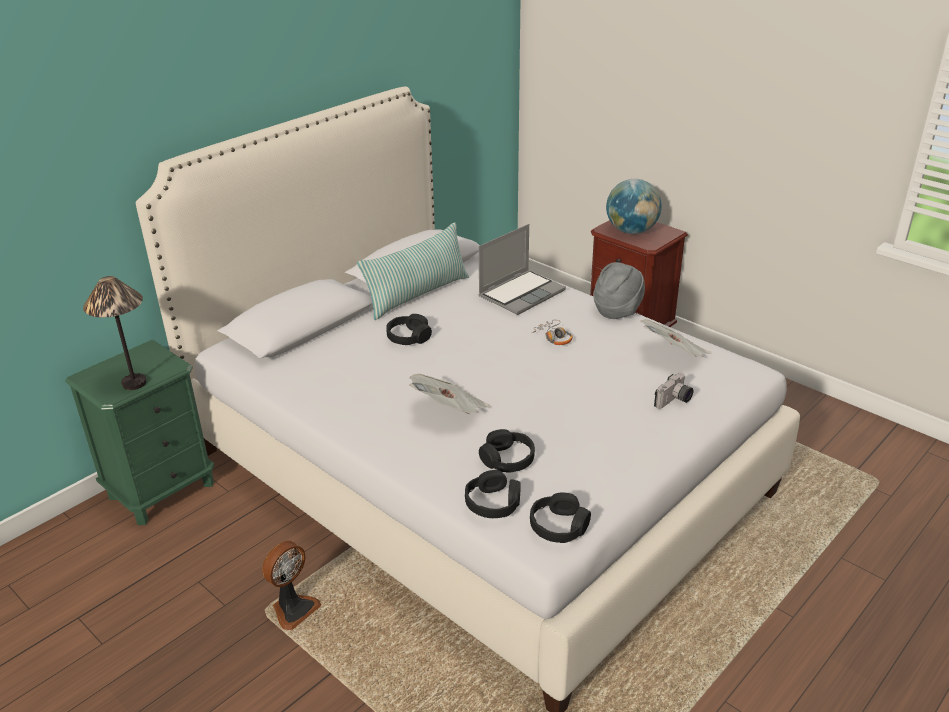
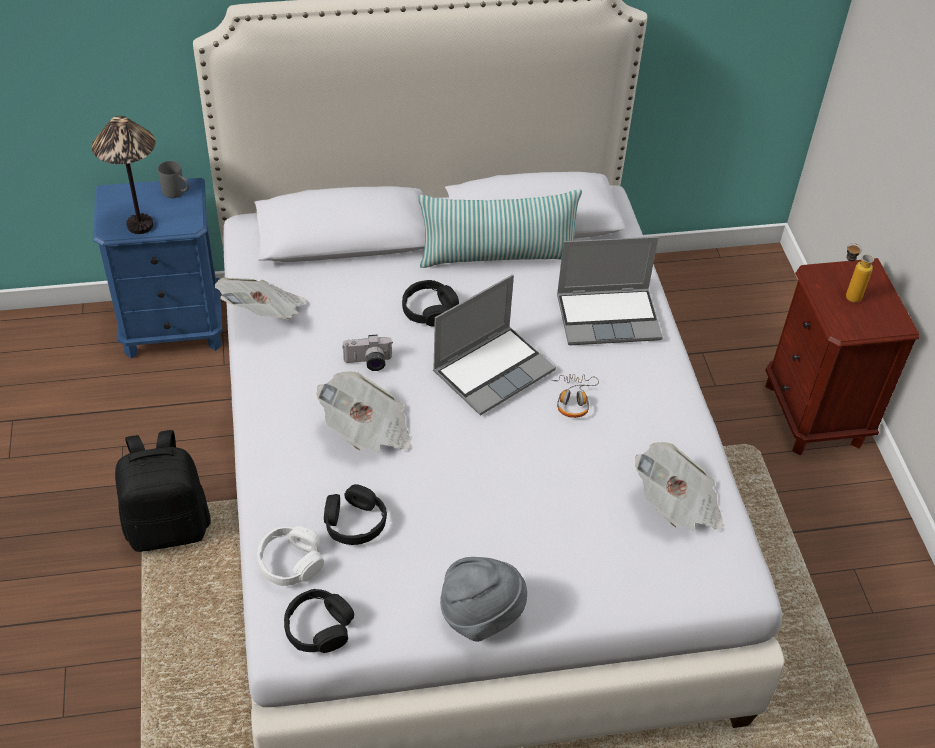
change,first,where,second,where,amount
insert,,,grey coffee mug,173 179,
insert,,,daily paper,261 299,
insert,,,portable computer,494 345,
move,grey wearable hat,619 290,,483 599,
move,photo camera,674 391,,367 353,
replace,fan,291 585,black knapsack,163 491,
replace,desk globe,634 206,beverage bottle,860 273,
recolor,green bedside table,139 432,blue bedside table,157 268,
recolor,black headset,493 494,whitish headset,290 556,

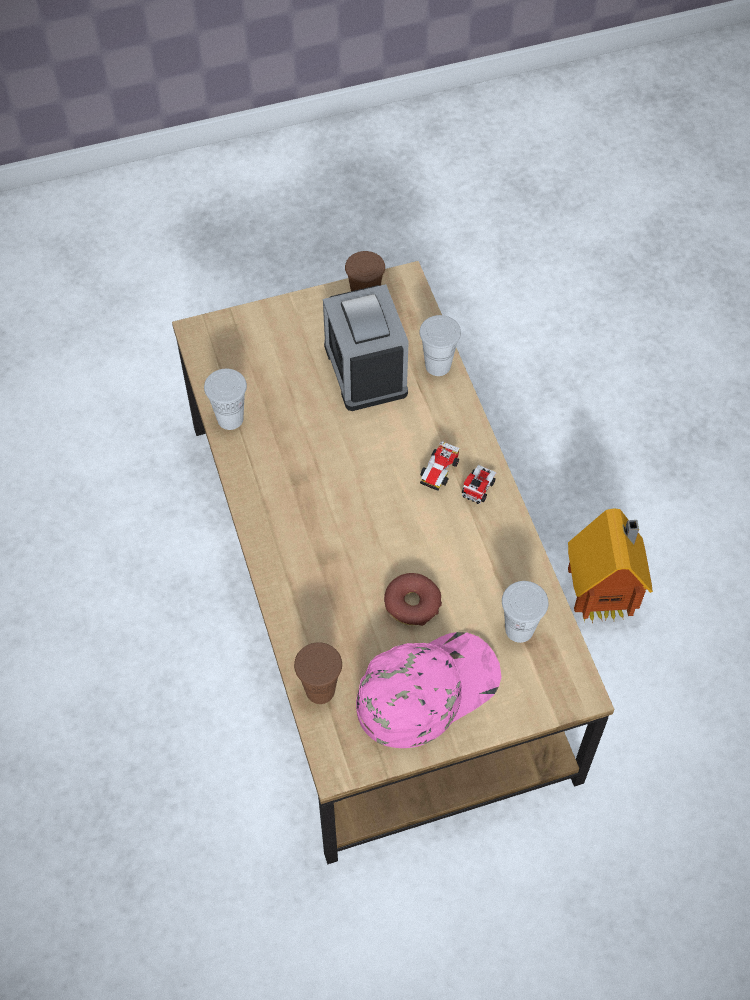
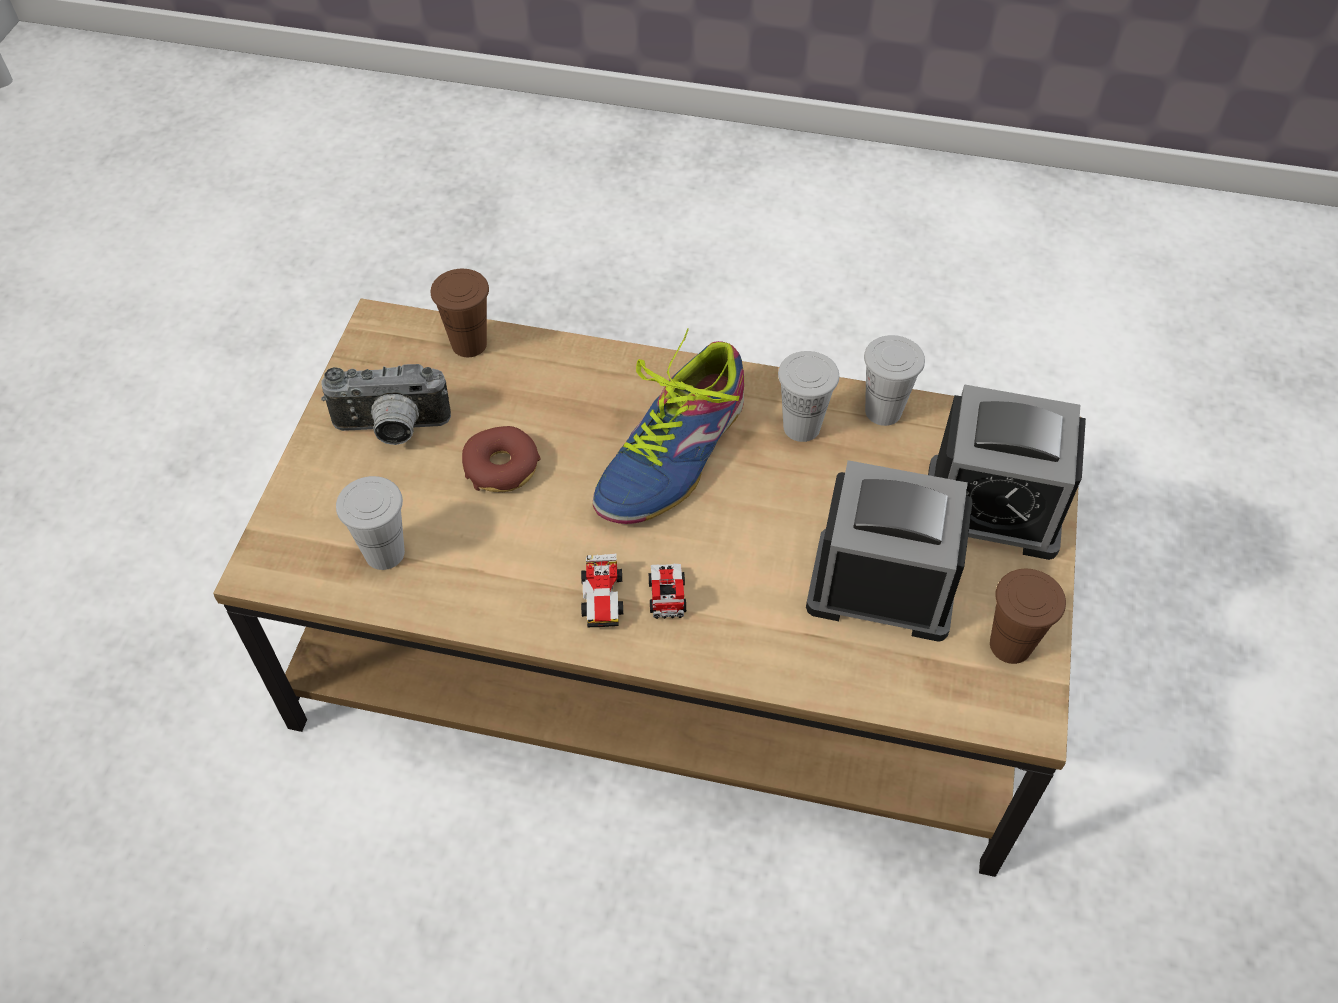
change,first,where,second,where,amount
delete,toy house,610 566,,,
insert,,,shoe,668 426,
insert,,,bedside clock,1007 472,
move,whitish cup,440 345,,808 396,
replace,pink peaked cap,429 690,photo camera,386 404,
rotate,model car,458 472,,633 590,150 degrees counterclockwise

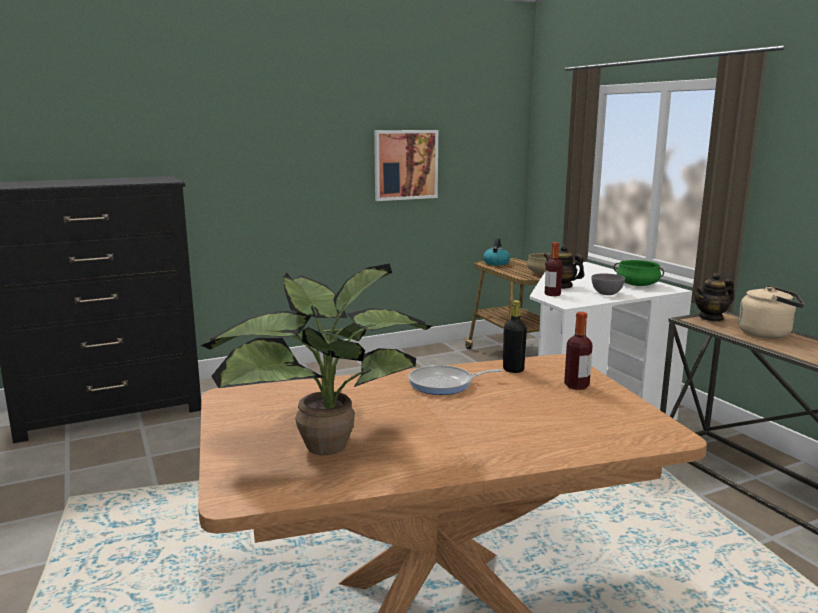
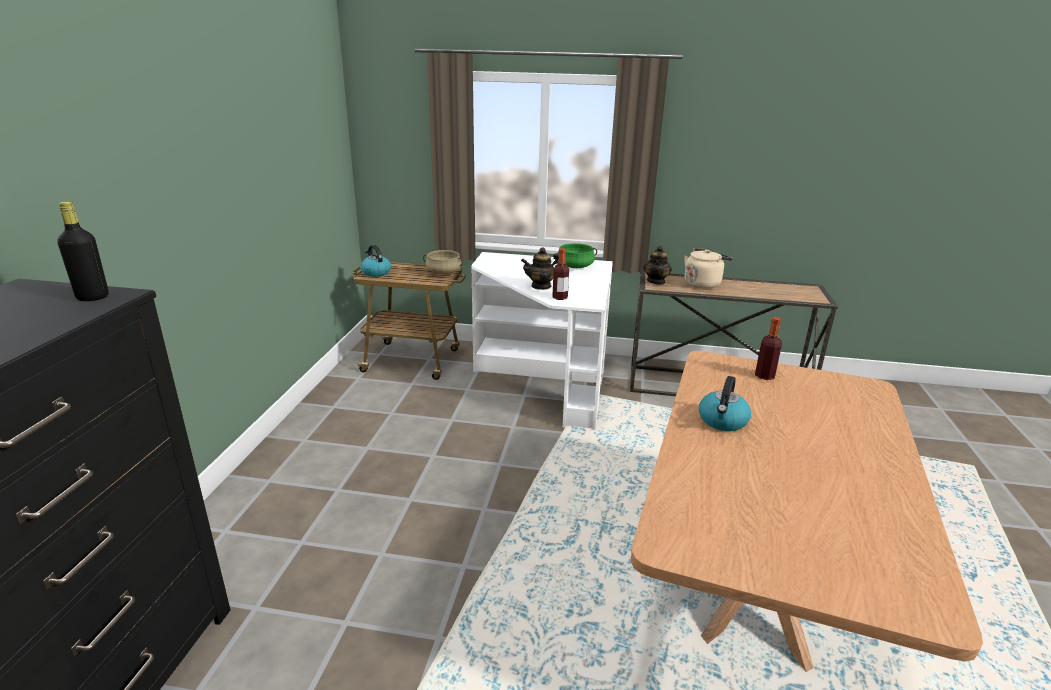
change,first,where,second,where,amount
delete,potted plant,316 359,,,
delete,picture,406 165,,,
delete,grey deep dish,608 284,,,
move,black beverage bottle,515 336,,83 251,
replace,frying pan,455 380,water kettle,725 403,

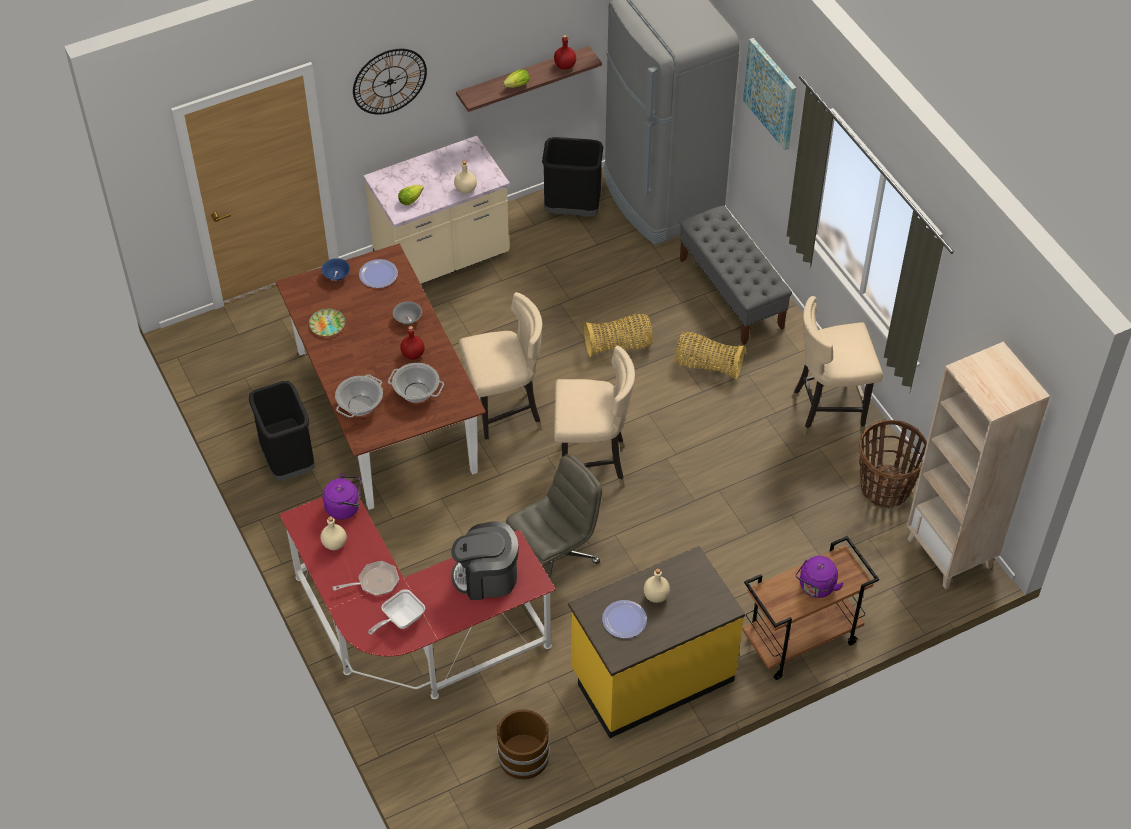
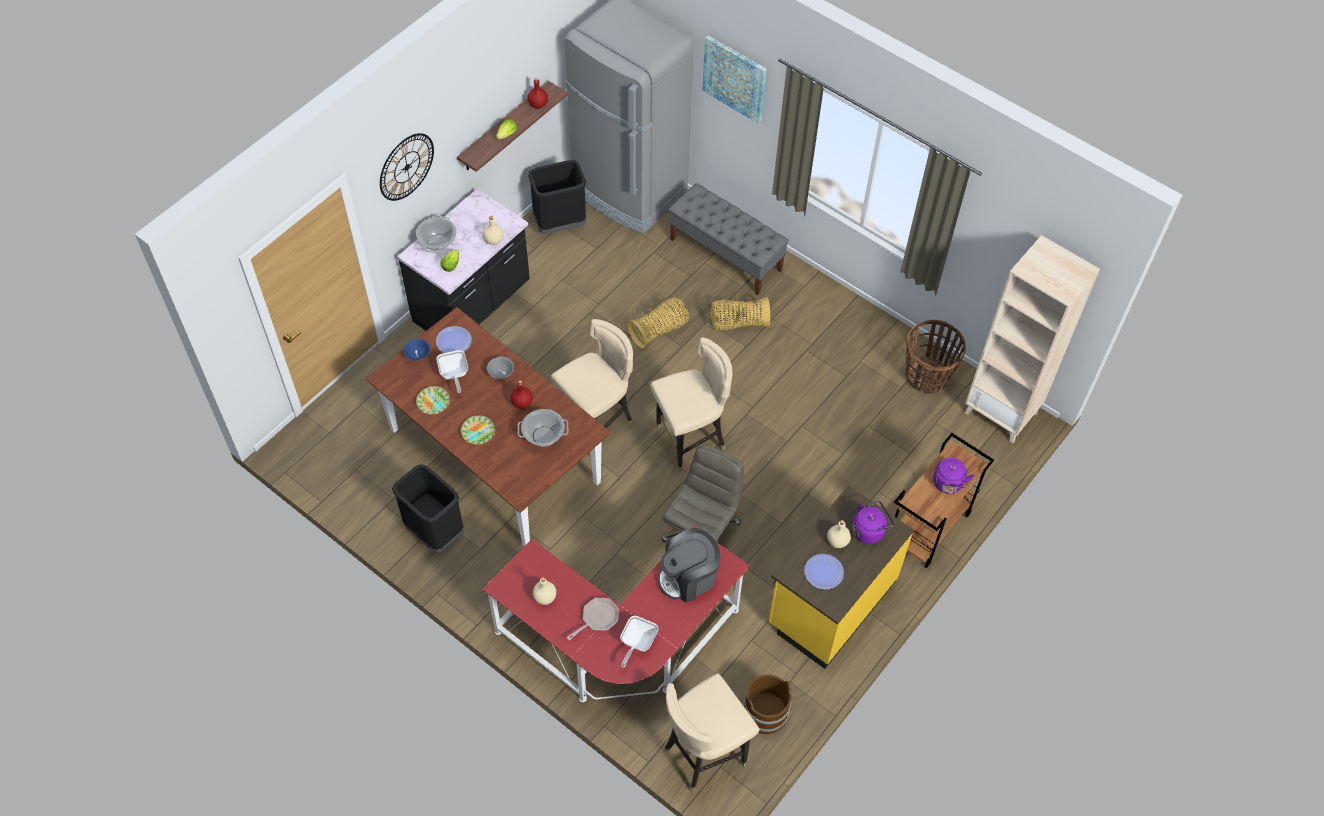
change,first,where,second,where,amount
insert,,,frying pan,452 371,
insert,,,plate,478 429,
move,purple-coloured water kettle,342 496,,873 522,
move,saucepot,359 396,,436 234,
move,beige plain chair,837 366,,711 733,
recolor,beige kitchen base unit,436 210,black kitchen base unit,463 260,

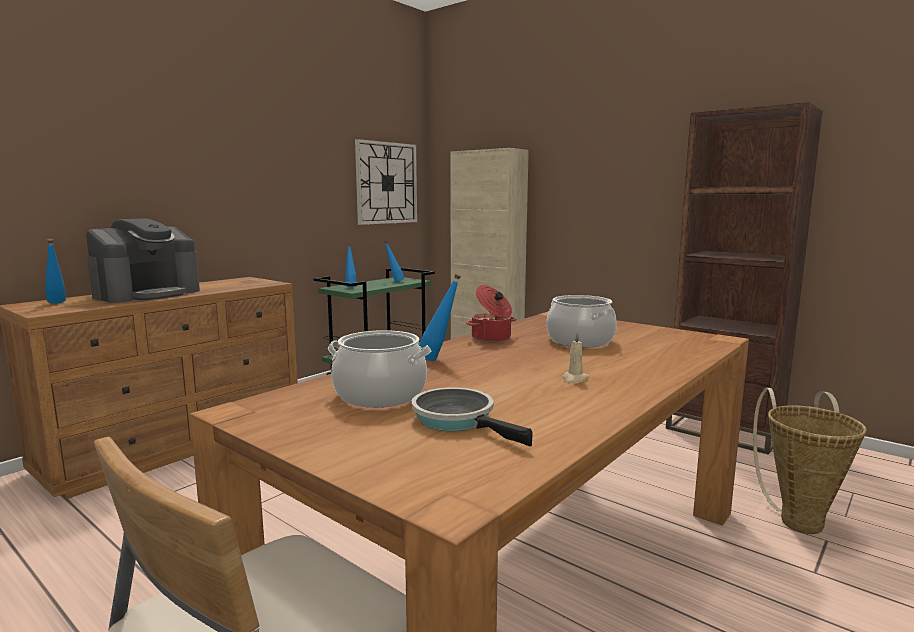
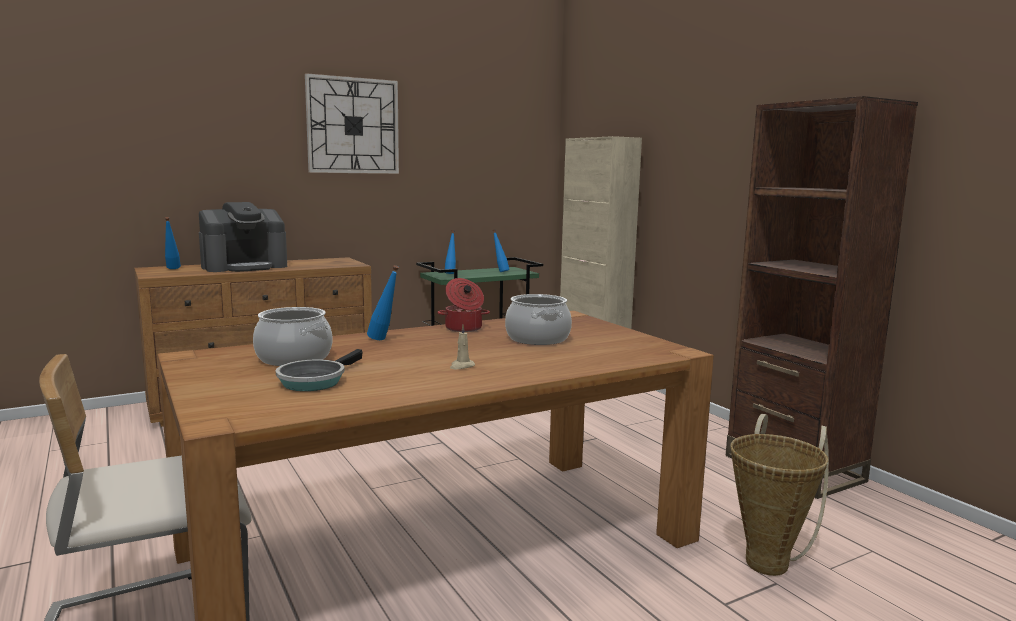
change,first,where,second,where,amount
move,clock on the wall,386 182,,352 123,
rotate,frying pan,472 417,,319 370,135 degrees counterclockwise

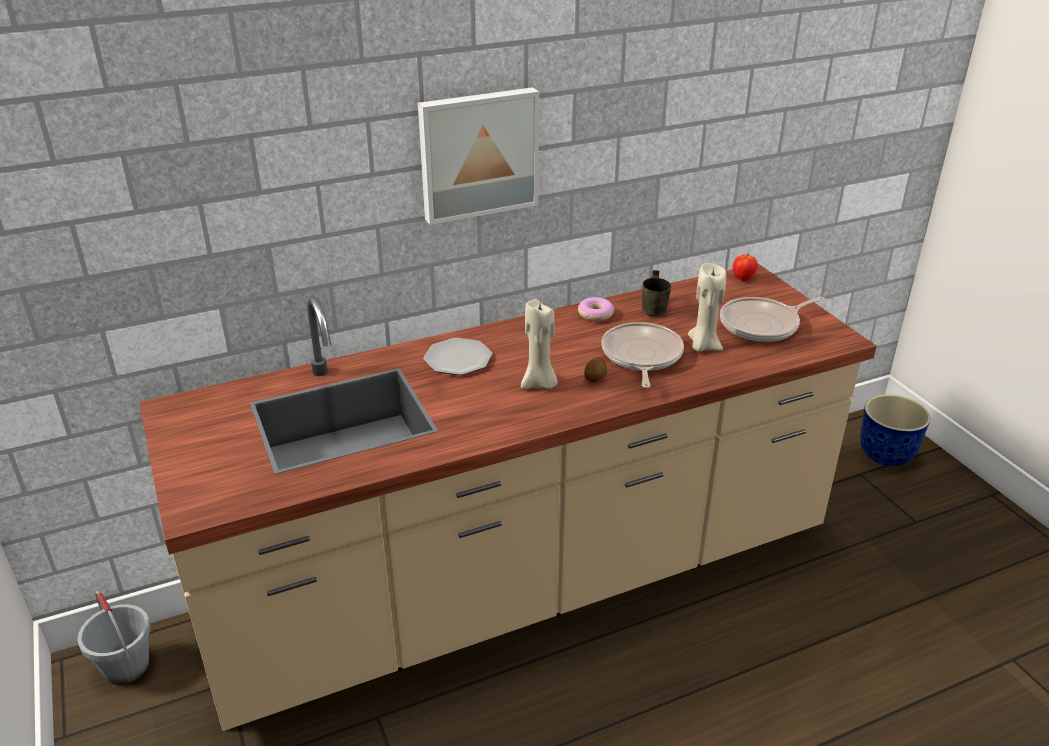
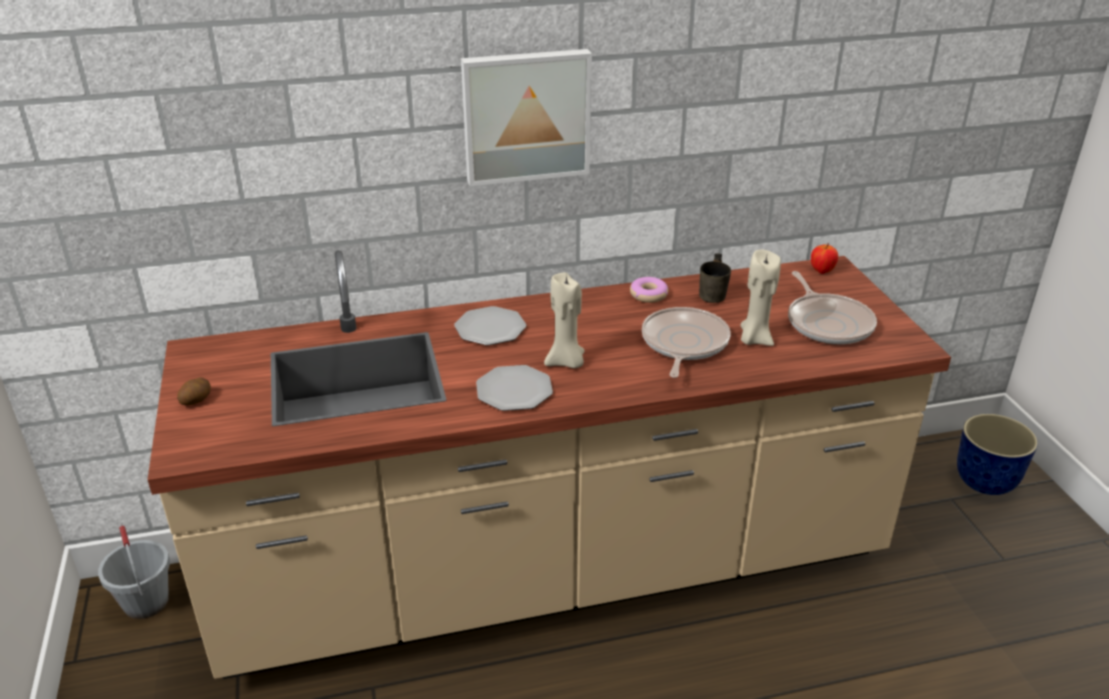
change,first,where,second,where,amount
insert,,,plate,514 388,
move,potato,595 369,,194 391,
rotate,frying pan,772 319,,832 307,90 degrees counterclockwise

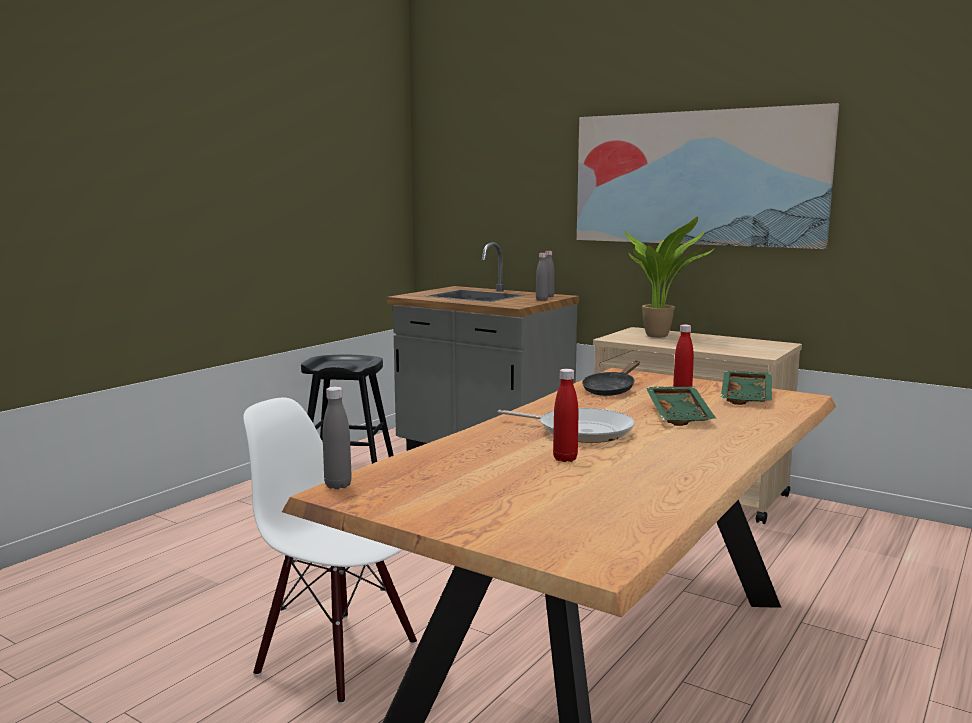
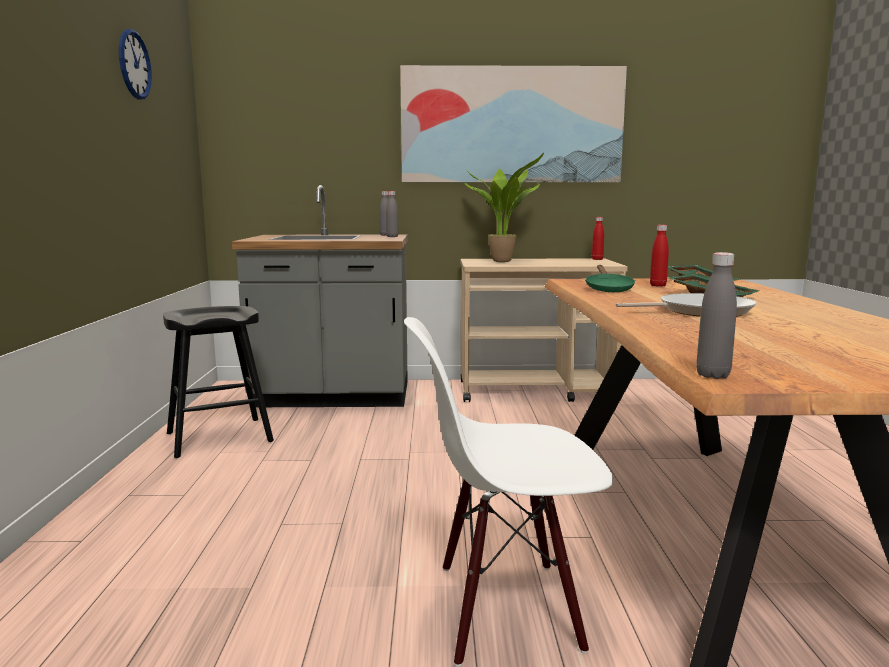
change,first,where,second,where,amount
insert,,,clock on the wall,135 64,
move,red-coloured beverage bottle,565 415,,598 238,
recolor,black frying pan,611 378,green frying pan,610 278,

